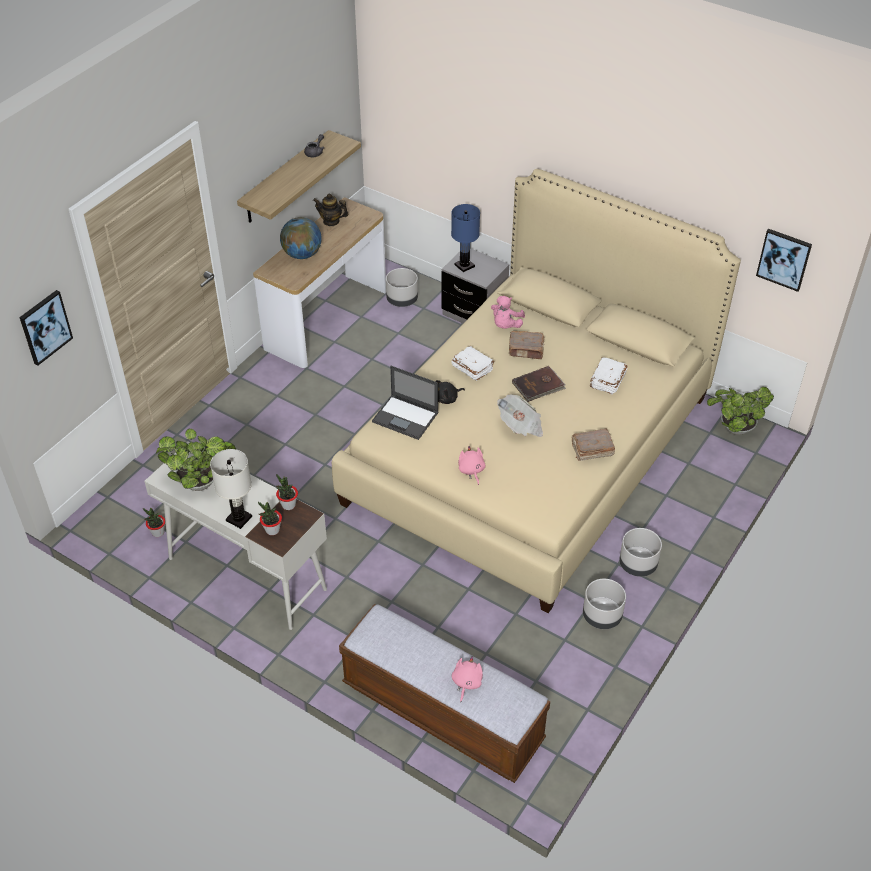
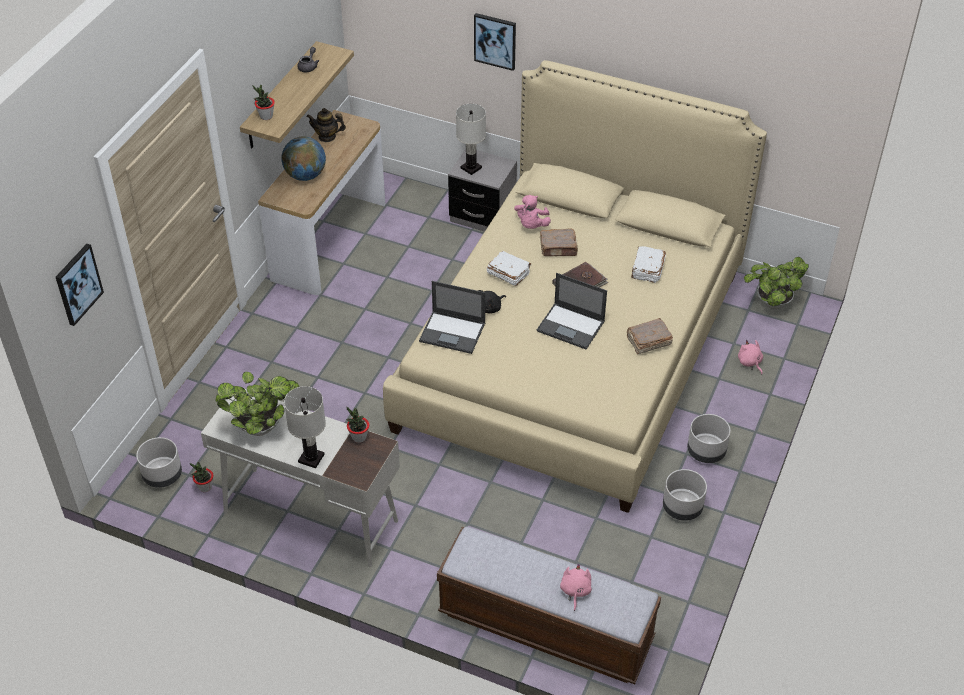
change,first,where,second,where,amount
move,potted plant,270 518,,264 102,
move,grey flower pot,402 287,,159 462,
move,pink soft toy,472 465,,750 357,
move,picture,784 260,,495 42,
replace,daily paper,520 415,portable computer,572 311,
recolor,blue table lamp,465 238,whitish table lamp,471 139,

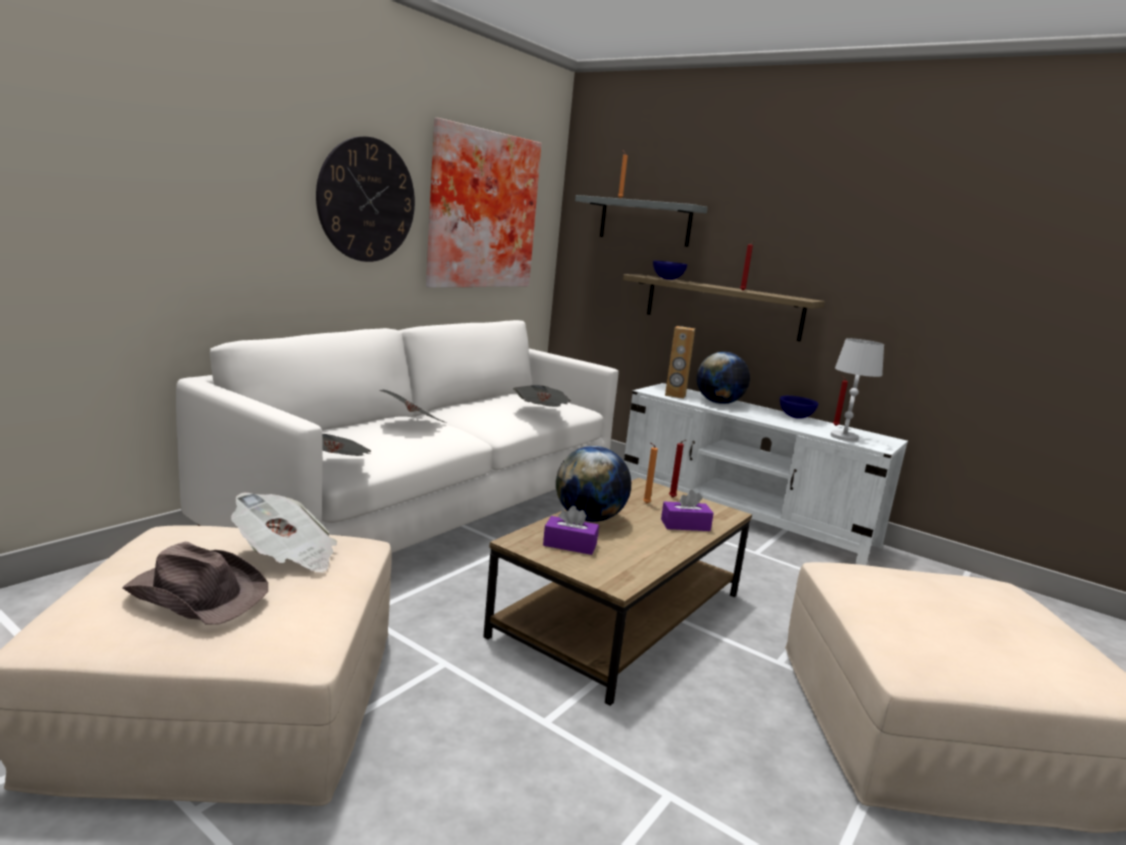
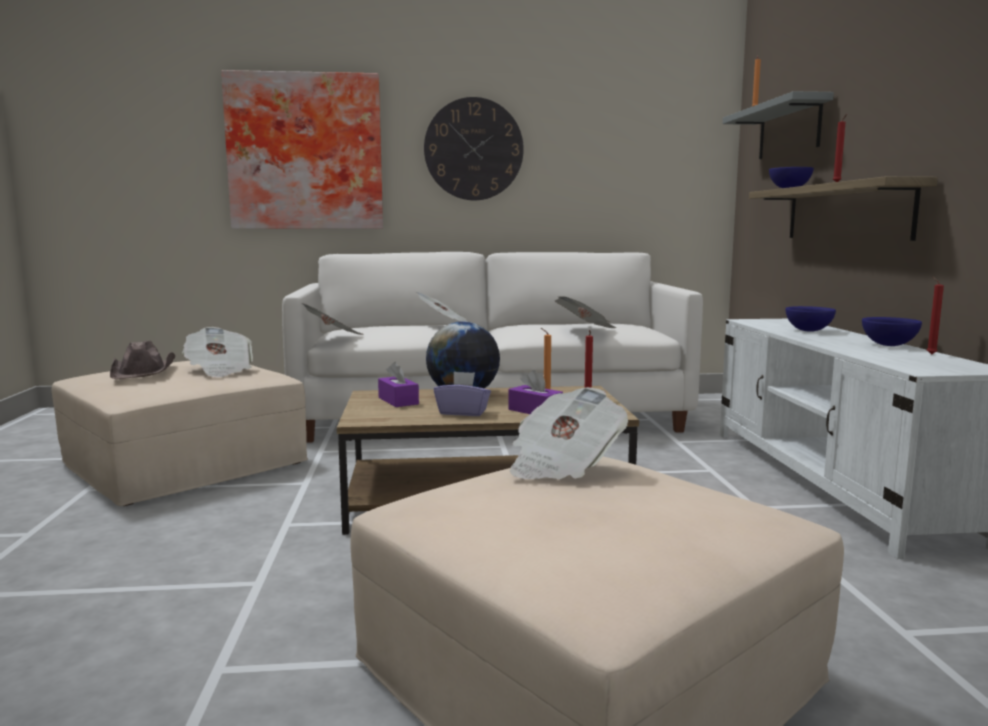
change,first,where,second,where,amount
delete,brown speaker,680 362,,,
delete,whitish table lamp,857 389,,,
insert,,,purple-coloured box of tissues,462 394,
insert,,,daily paper,569 433,
move,picture,484 203,,302 149,
replace,desk globe,723 378,blue deep dish,810 319,

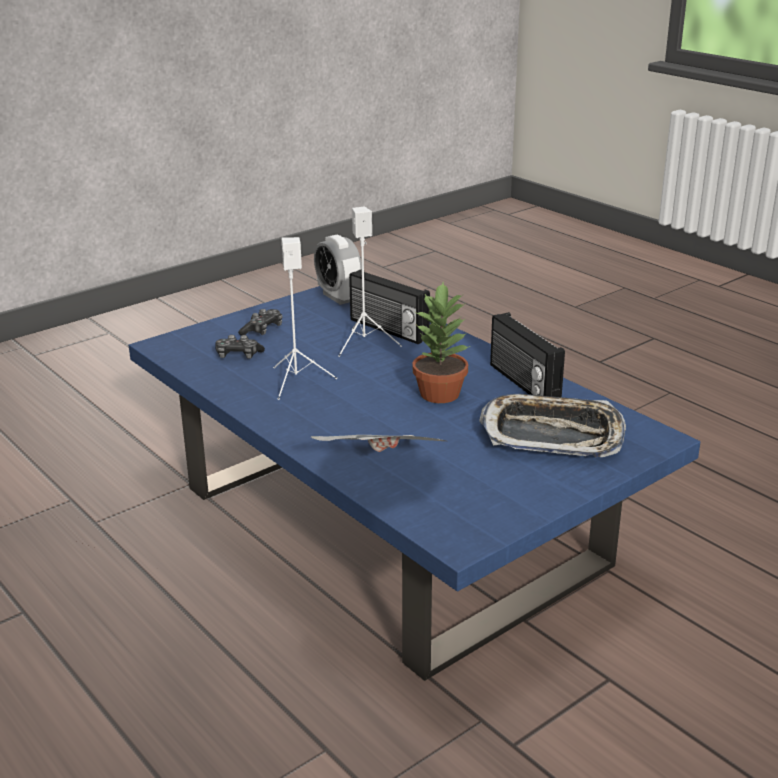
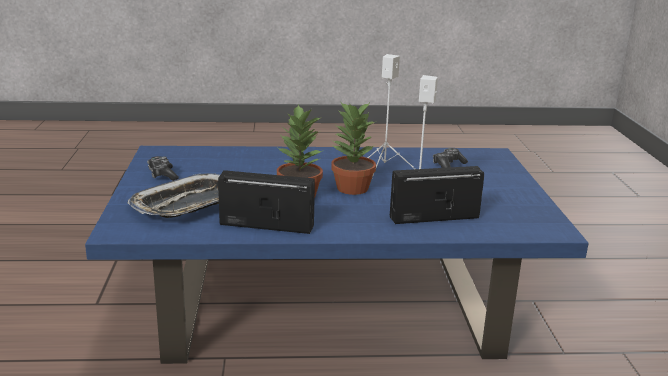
change,first,where,second,where,amount
delete,daily paper,378 443,,,
delete,bedside clock,338 269,,,
insert,,,potted plant,353 148,
move,joypad,260 322,,163 168,

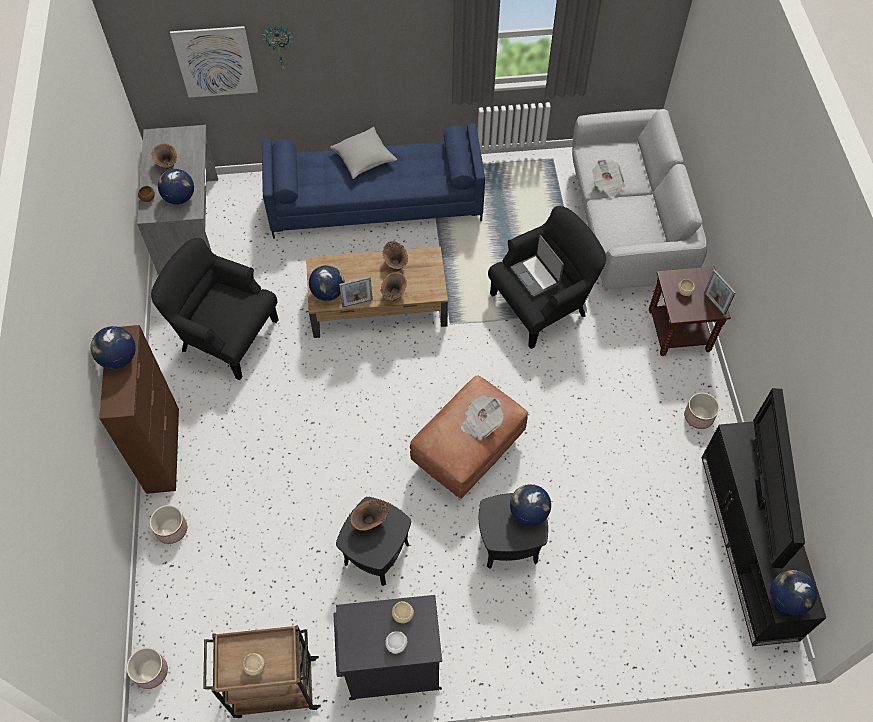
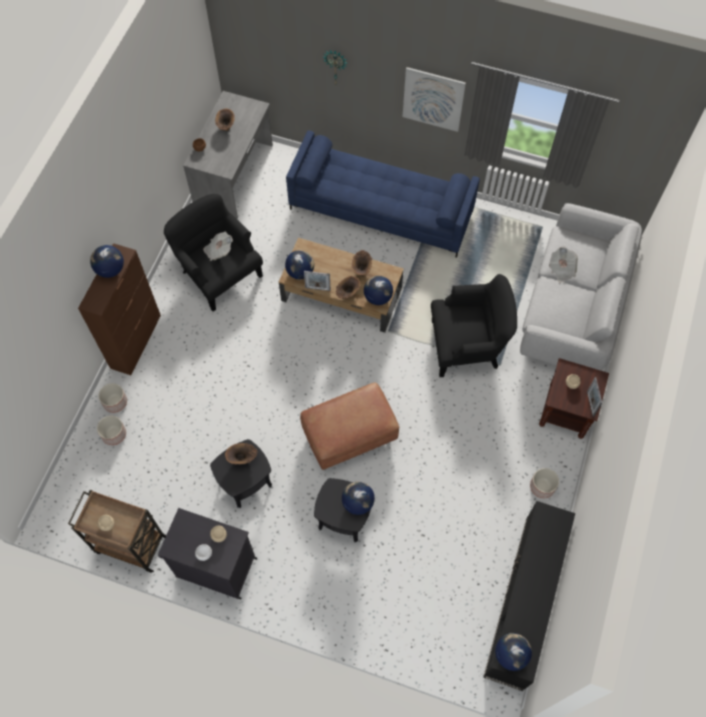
change,first,where,second,where,amount
delete,grey cushion,363 153,,,
delete,portable computer,537 266,,,
delete,TV set,779 478,,,
move,flower pot,147 668,,111 430,
move,desk globe,176 187,,378 290,
move,picture,214 62,,434 99,
move,daily paper,482 417,,218 246,

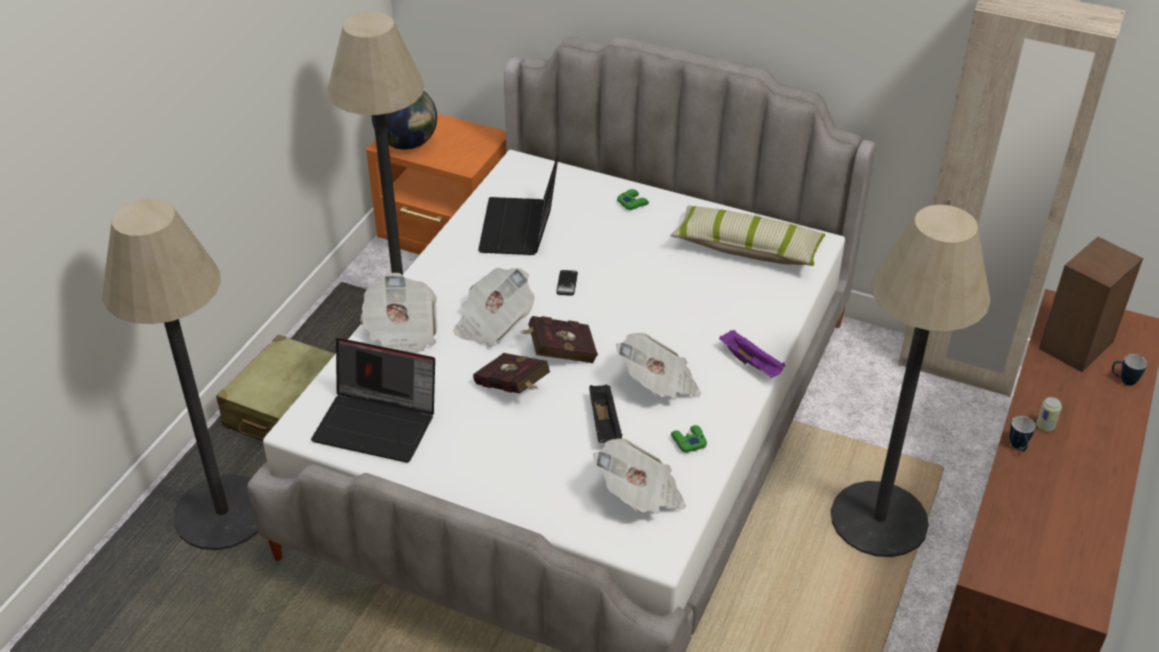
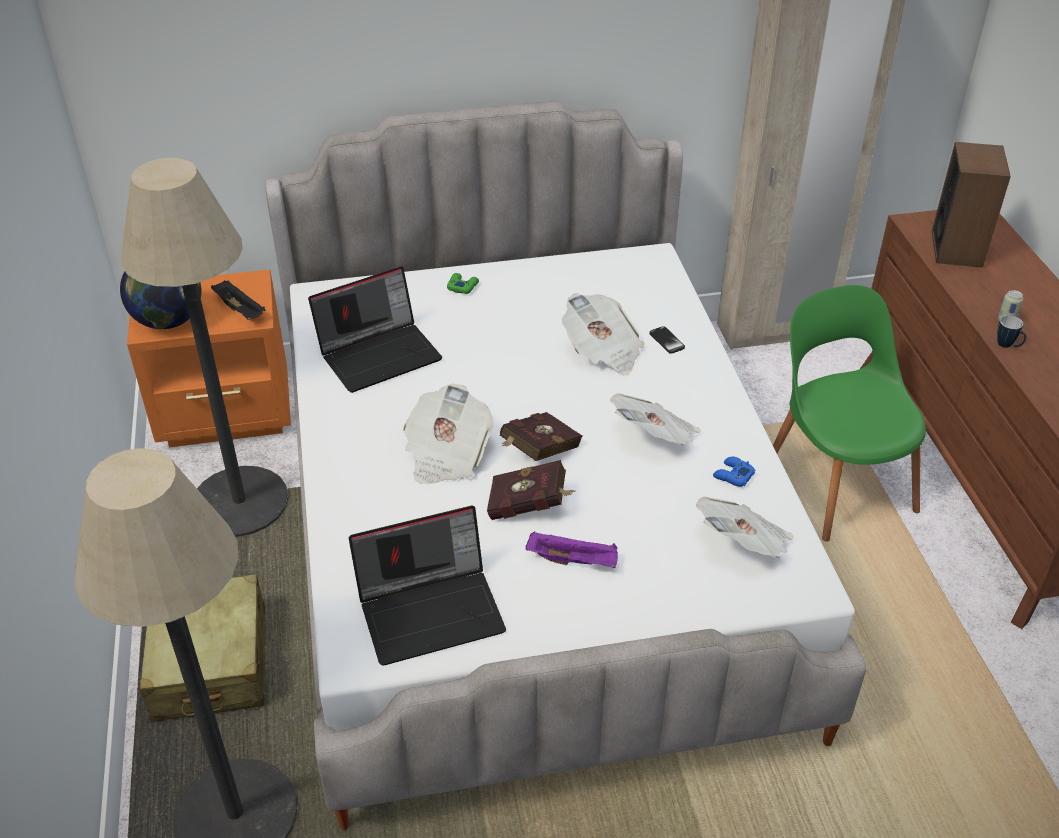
change,first,where,second,where,amount
delete,cushion,748 235,,,
delete,coffee mug,1129 370,,,
move,daily paper,399 313,,603 334,
move,handset,567 283,,667 340,
move,black serving tray,605 414,,238 300,
move,purple-coloured serving tray,752 354,,571 549,
replace,standard lamp,911 381,green plain chair,849 413,
recolor,green joypad,689 439,blue joypad,734 472,
rotate,portable computer,518 206,,375 329,90 degrees counterclockwise

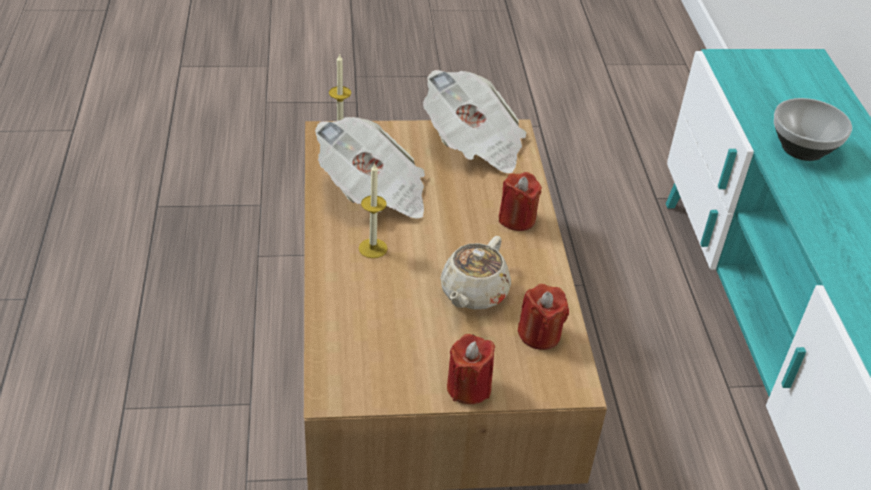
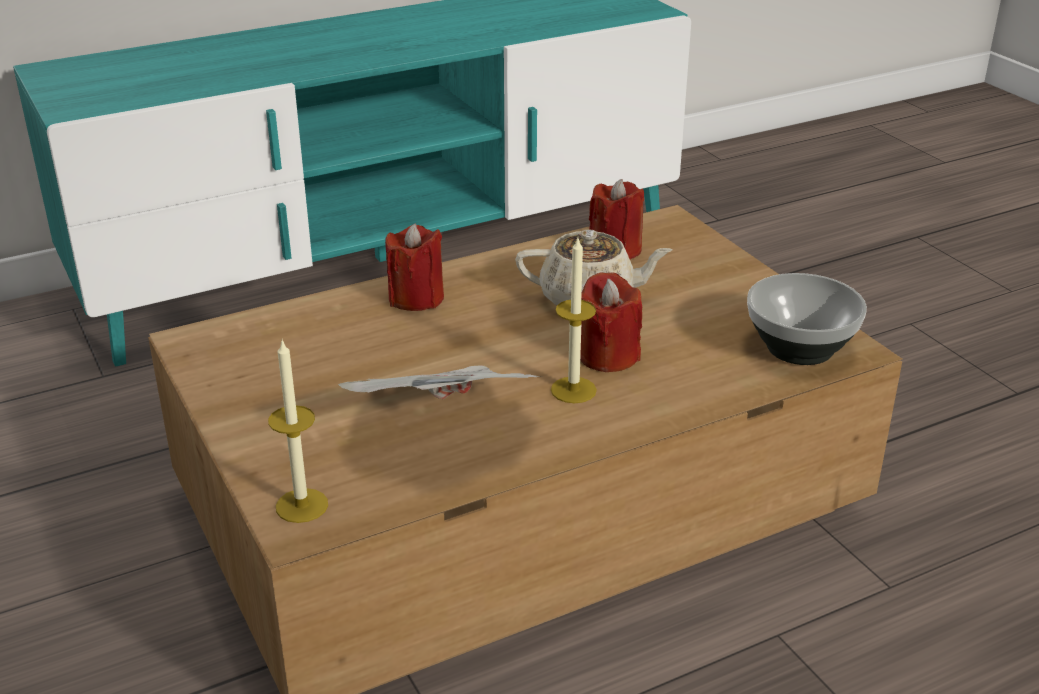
change,first,where,second,where,amount
delete,daily paper,474 121,,,
move,red-coloured wax candle,471 369,,611 322,
move,deep dish,813 129,,807 319,

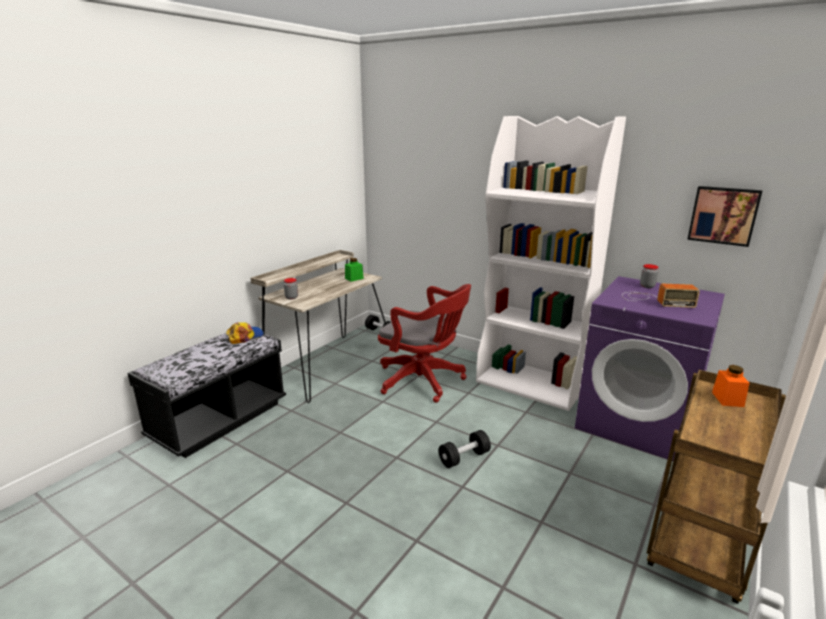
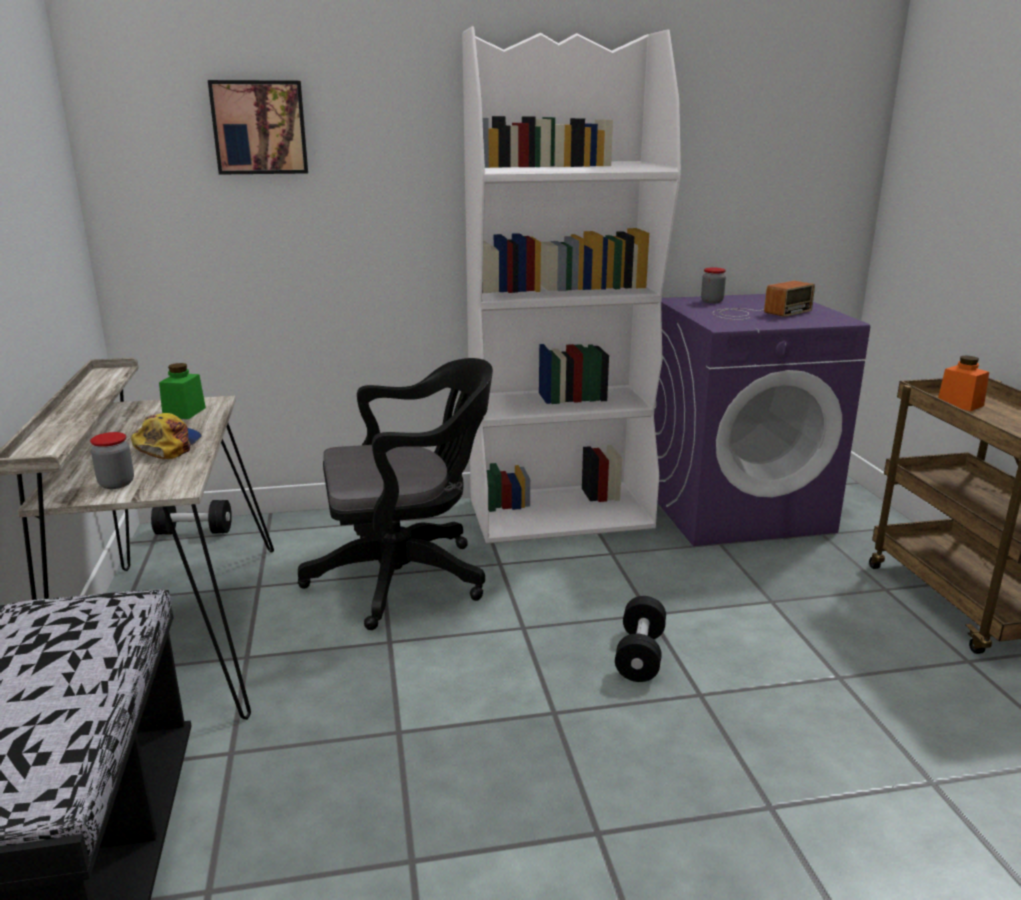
change,first,where,second,where,amount
move,peaked cap,245 333,,166 436,
move,picture,725 216,,258 127,
recolor,red-coloured office chair,424 343,black office chair,395 494,

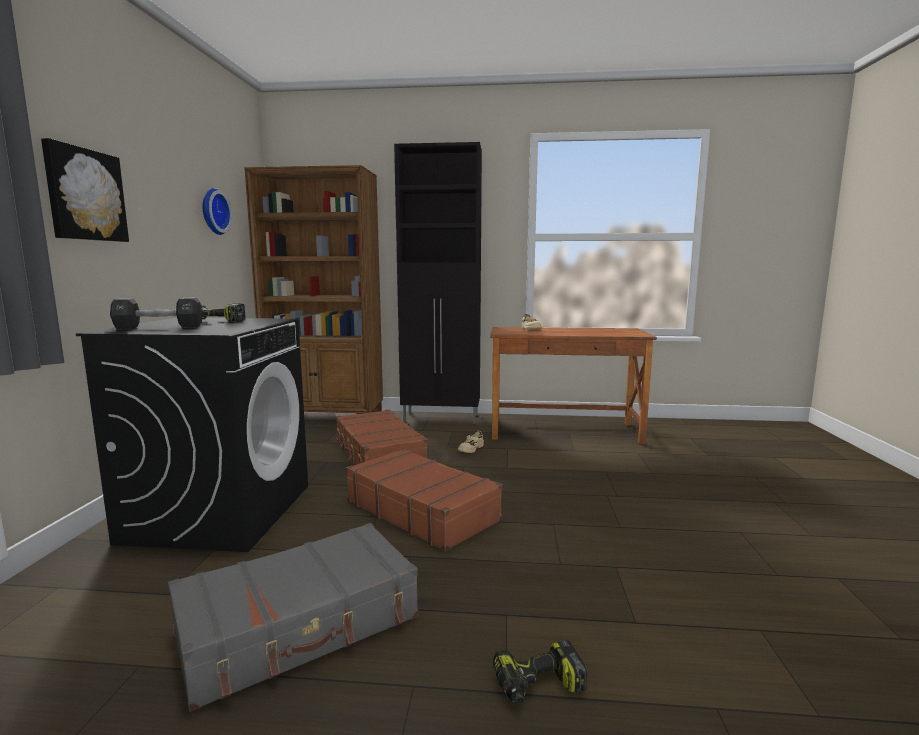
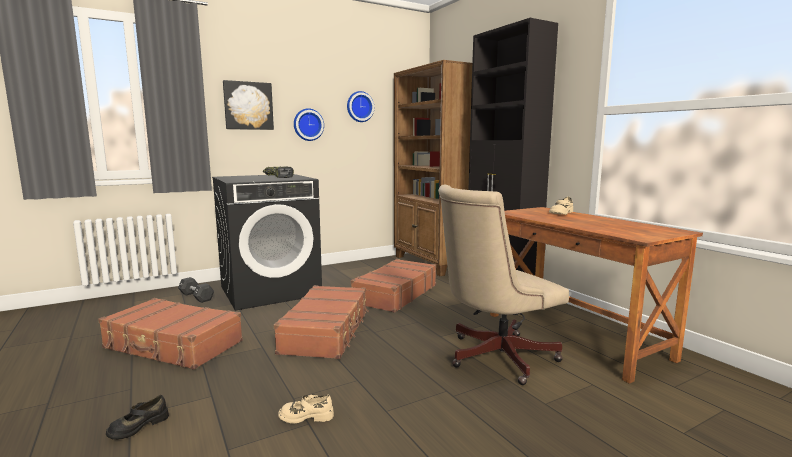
change,first,where,second,where,amount
insert,,,clock on the wall,309 124,
insert,,,beige office chair,503 285,
move,black dumbbell,156 313,,196 290,
move,beige shoe,471 441,,306 409,
replace,drill,540 672,black shoe,137 417,
recolor,grey suitcase,293 617,brown suitcase,170 334,

